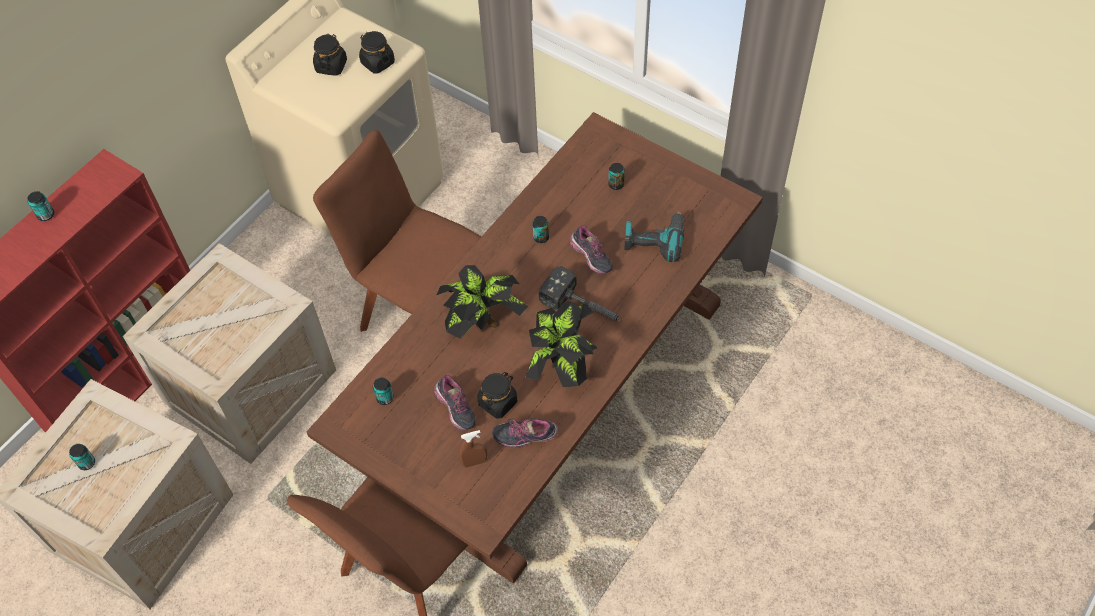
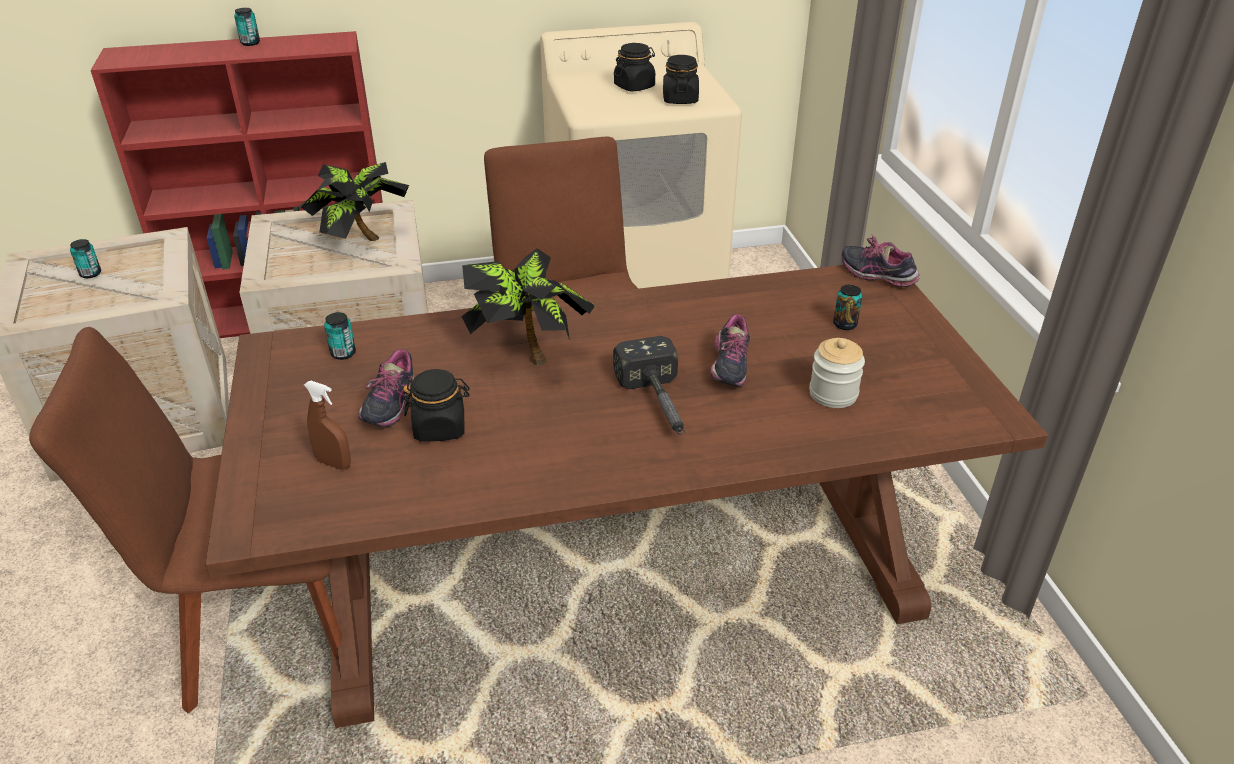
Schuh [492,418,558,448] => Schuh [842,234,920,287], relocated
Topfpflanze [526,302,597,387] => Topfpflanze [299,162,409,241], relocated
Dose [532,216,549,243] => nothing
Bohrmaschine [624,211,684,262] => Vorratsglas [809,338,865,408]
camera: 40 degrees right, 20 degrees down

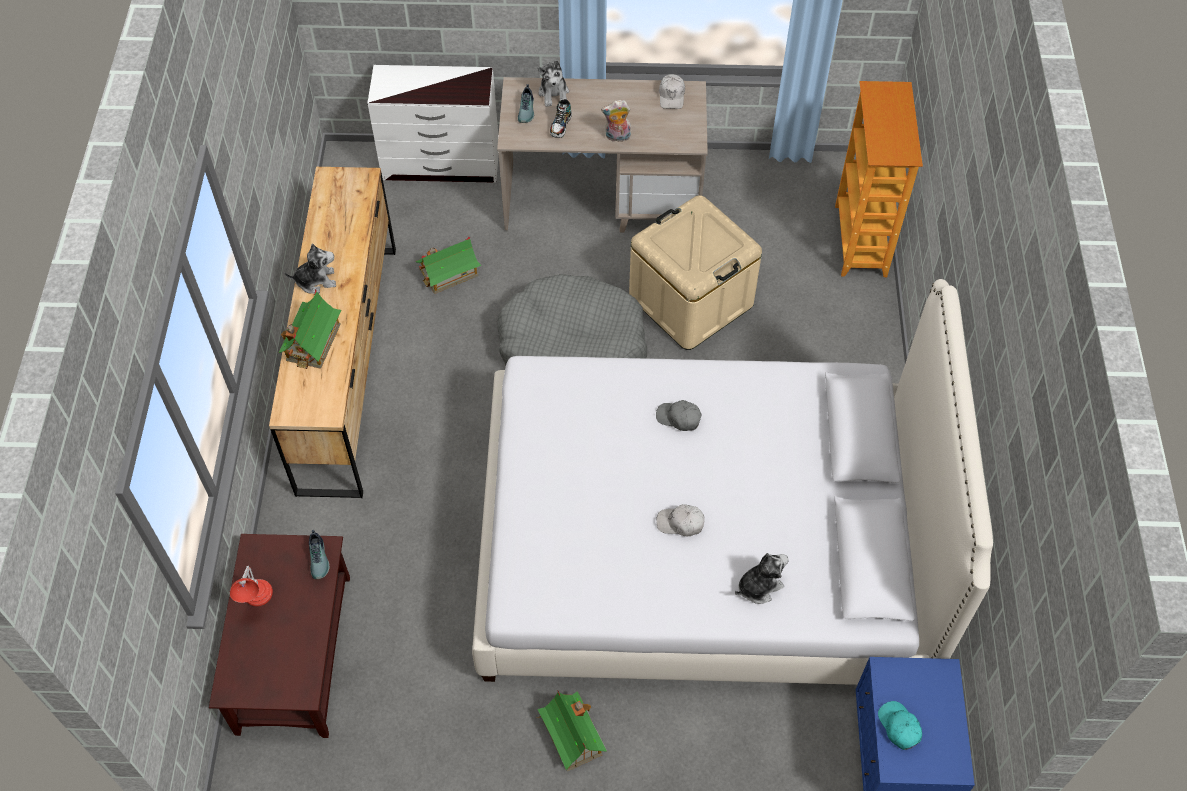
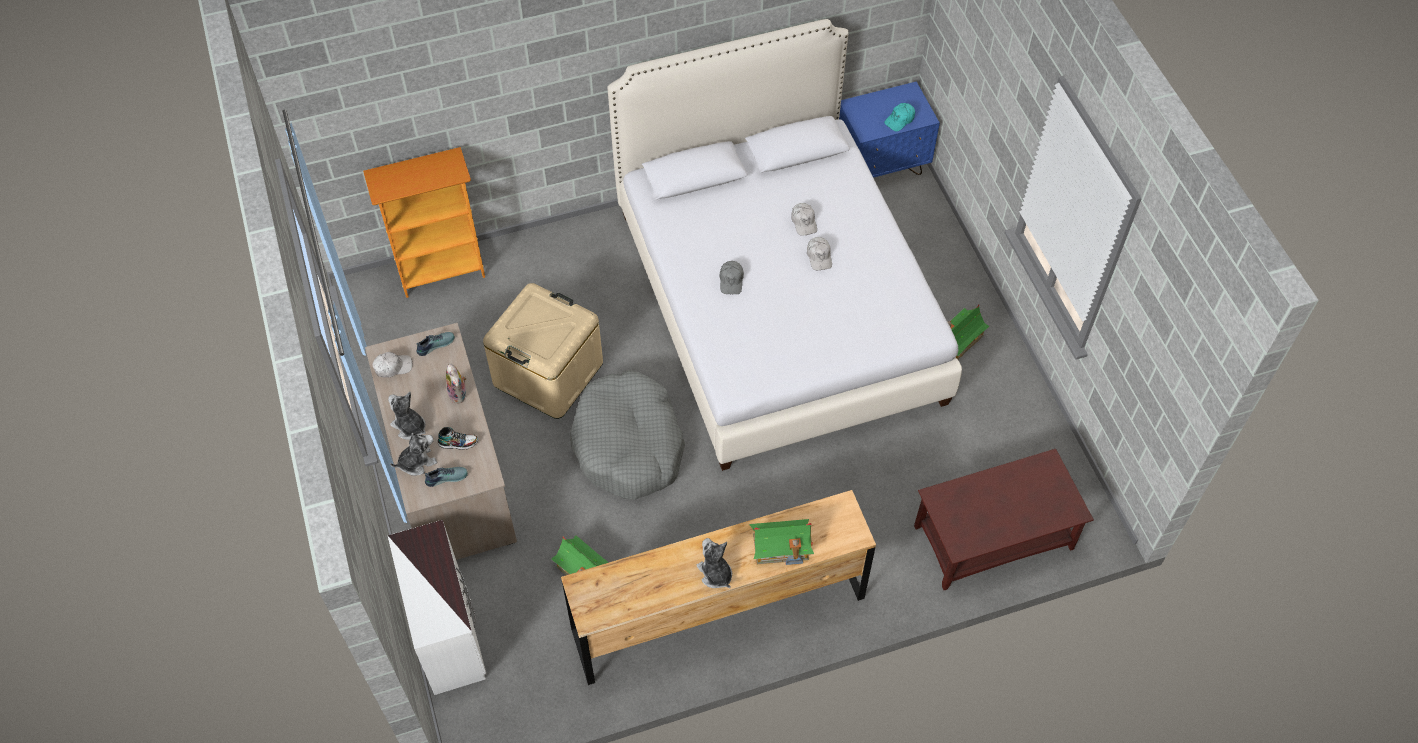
Tischlampe [rot] [230,566,273,606] => nothing
Schuh [309,530,330,579] => Schuh [416,332,455,356], relocated
Plüschtier [735,553,789,604] => Plüschtier [388,392,426,440], relocated
nothing => Kappe [weiß] [792,203,817,236]
camera: 110 degrees left, 0 degrees up

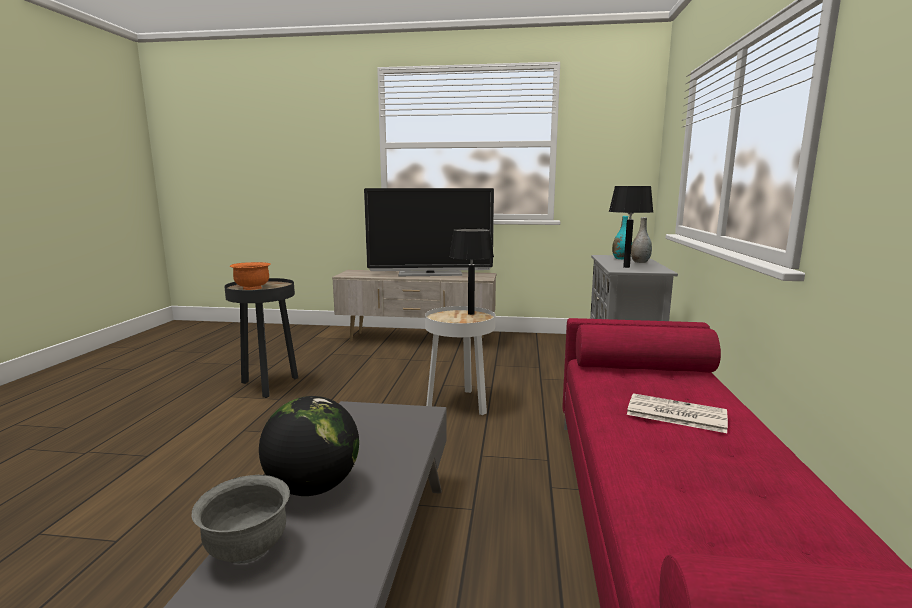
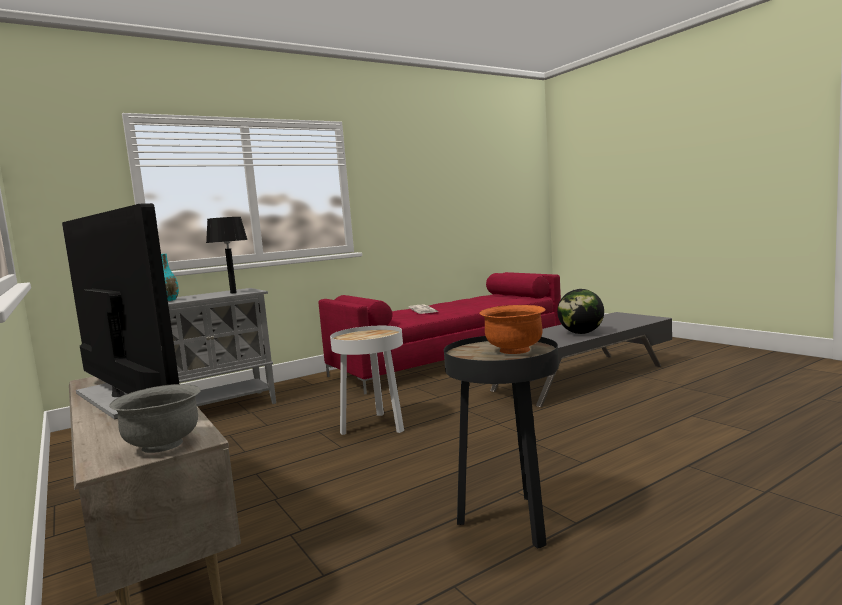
Schüssel [grau] [191,475,290,564] => Schüssel [grau] [109,384,201,453], relocated
Tischlampe [schwarz] [449,228,494,315] => nothing
Vase [grau] [631,217,652,263] => nothing
camera: 130 degrees left, 5 degrees down

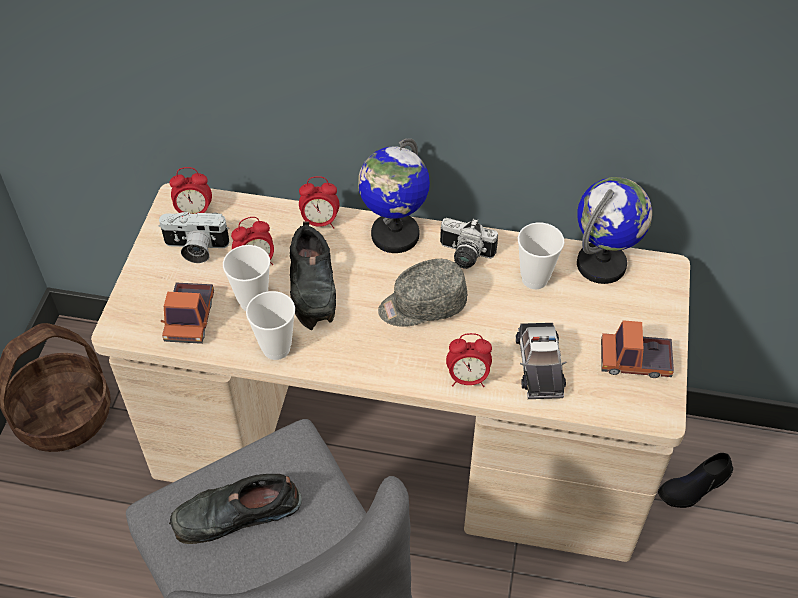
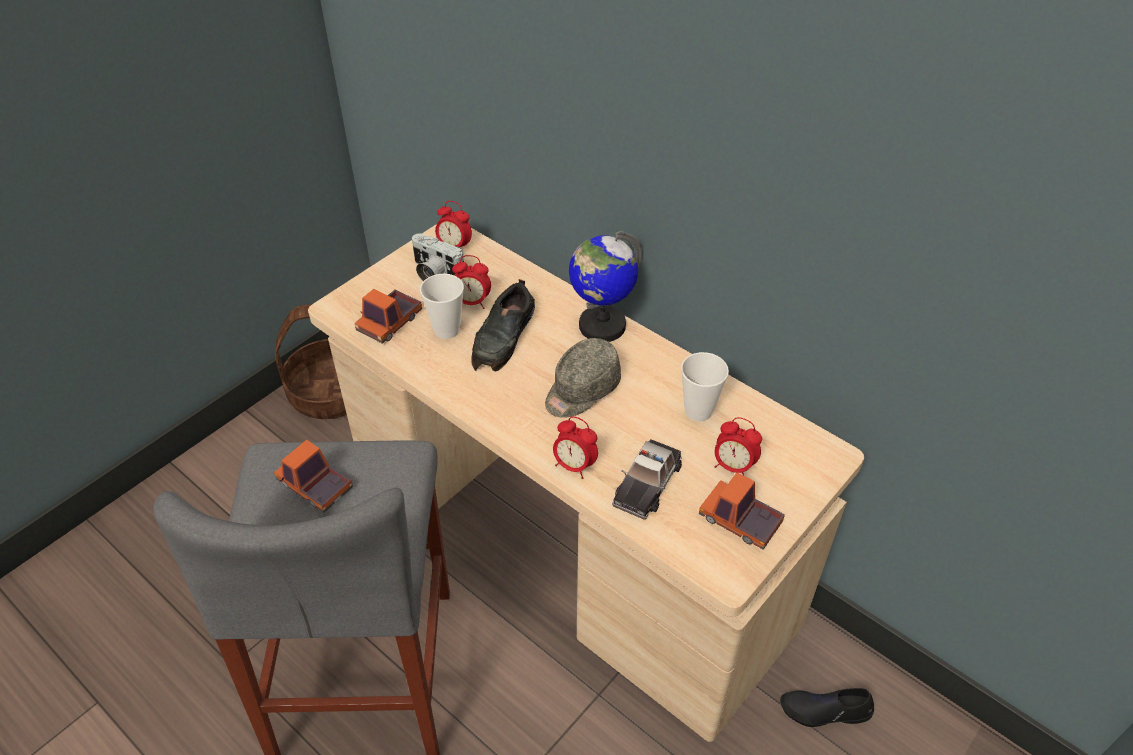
Schuh [schwarz] [169,474,302,544] => Spielzeuglaster [274,440,353,512]
Tasse [246,291,295,360] => nothing
Wecker [299,176,339,229] => Wecker [715,417,762,475], relocated
Kappe [grau] [378,259,467,327] => Kappe [grau] [545,338,621,418], 60 degrees counterclockwise
Kamera [440,218,498,269] => nothing
Globus [577,177,652,284] => nothing
camera: 30 degrees right, 5 degrees down

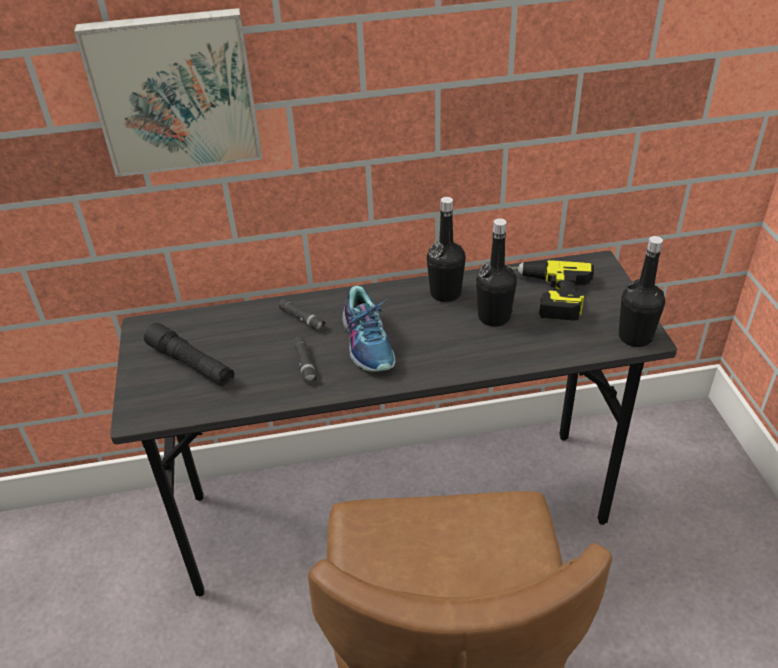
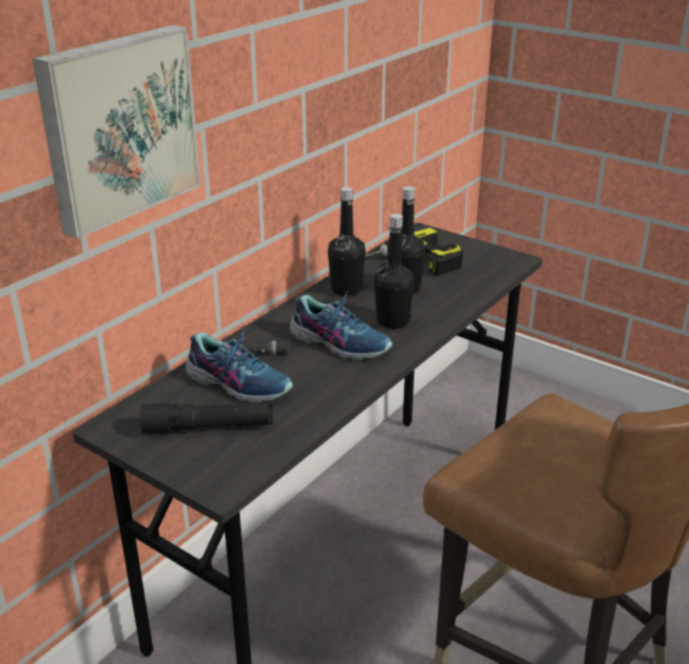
Taschenlampe [schwarz] [293,337,317,384] => nothing
Flasche [schwarz] [619,236,665,347] => Flasche [schwarz] [374,214,415,329], relocated
nothing => Schuh [185,328,293,403]
camera: 45 degrees left, 10 degrees down

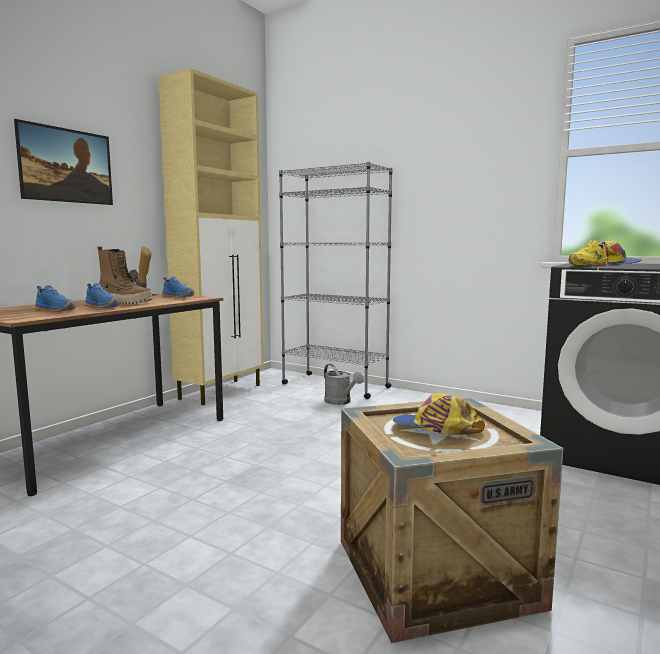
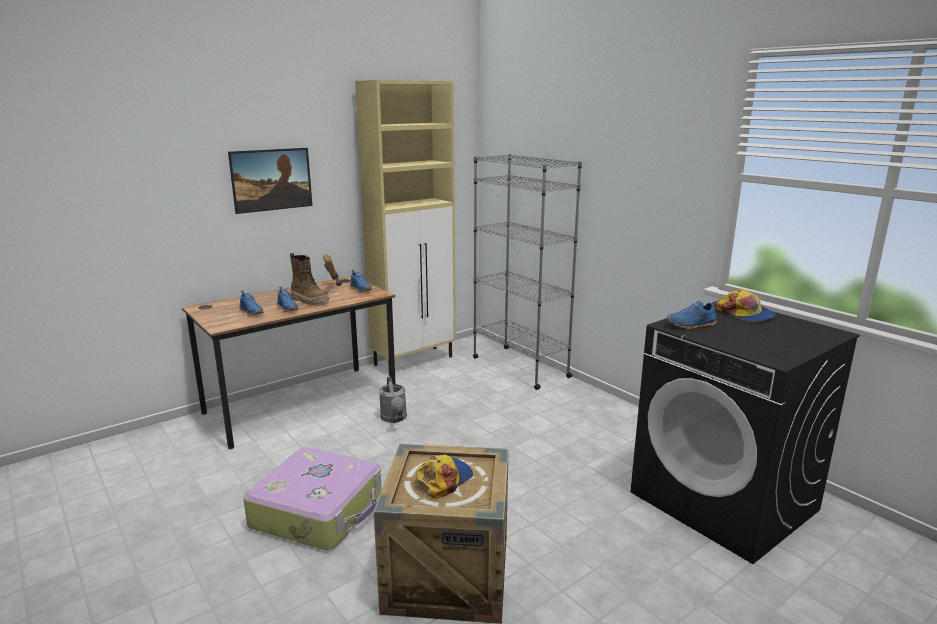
Gießkanne [grau] [324,364,364,405] => Gießkanne [grau] [379,377,407,423], relocated
Kappe [393,393,485,435] => Kappe [416,455,473,498], 75 degrees clockwise
Schuh [gelb] [568,240,607,266] => Schuh [blau] [666,301,718,329]
nothing => Koffer [243,447,382,550]
camera: 20 degrees right, 10 degrees up

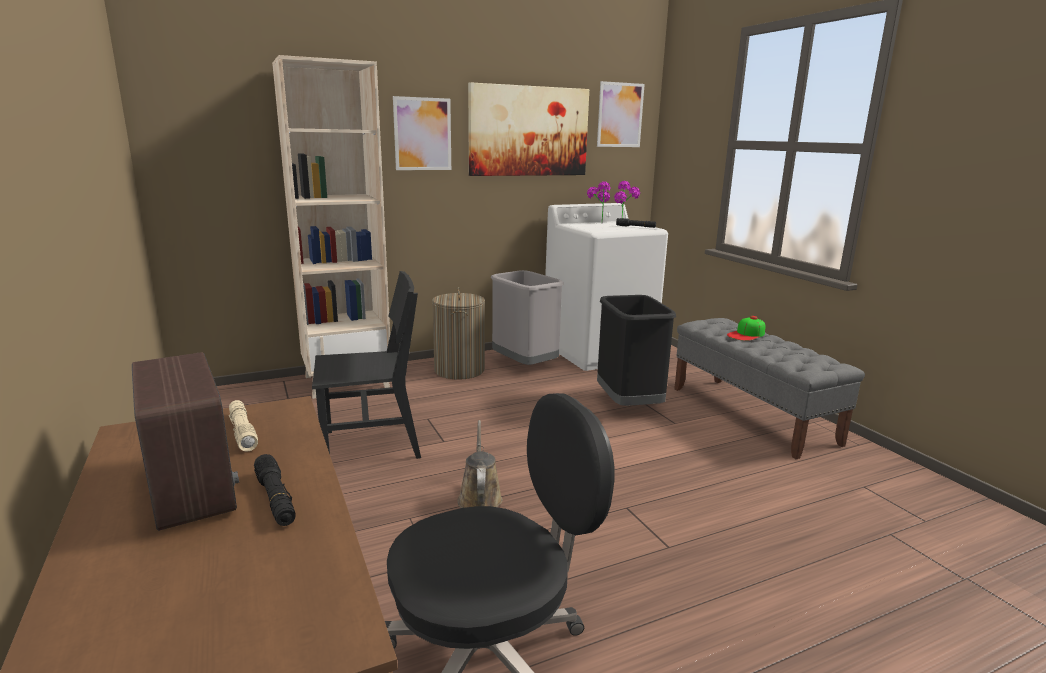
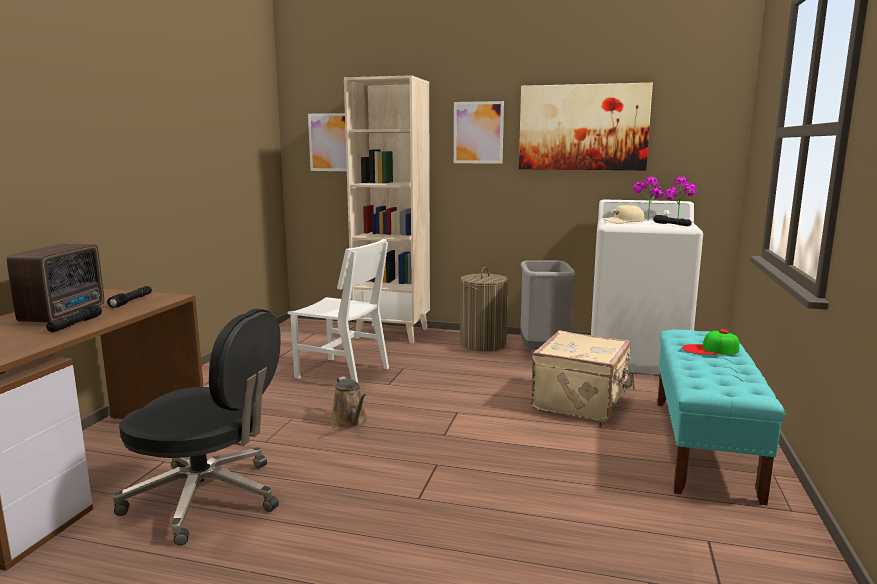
Taschenlampe [beige] [229,400,258,451] => Taschenlampe [schwarz] [107,286,152,308]
Stuhl [schwarz] [312,271,421,459] => Stuhl [weiß] [288,239,389,382]
Gießkanne [braun] [457,420,503,508] => Gießkanne [braun] [331,376,368,429], 120 degrees clockwise
Bild [597,81,645,147] => Bild [308,113,347,171], relocated
Mülleimer [schwarz] [597,295,676,406] => Koffer [beige] [531,330,632,423]
Bank [grau] [674,318,865,459] => Bank [türkis] [657,330,785,505]
nothing => Kappe [beige] [603,204,645,224]
camera: 40 degrees right, 5 degrees down

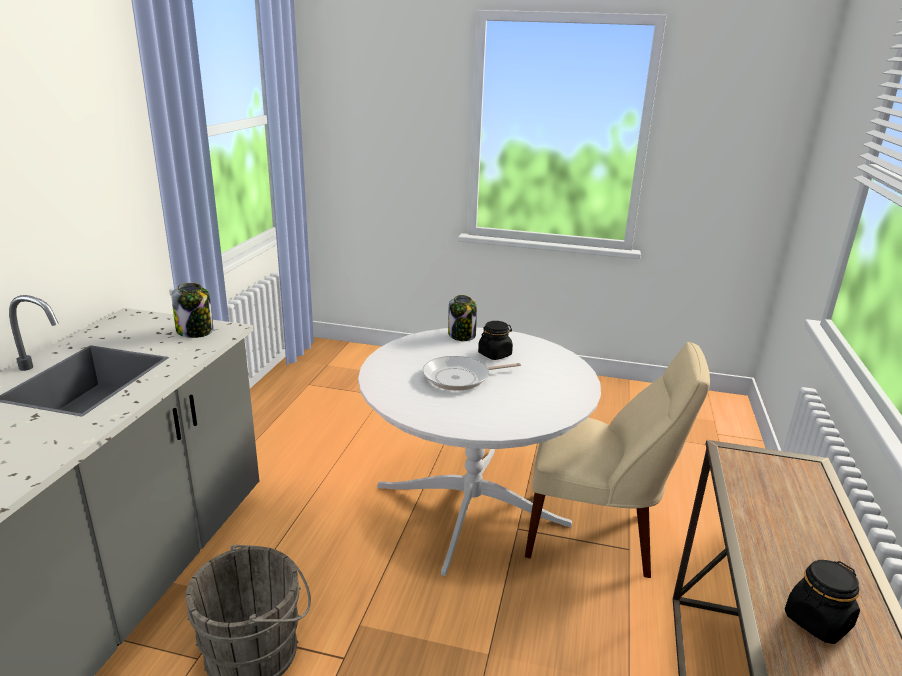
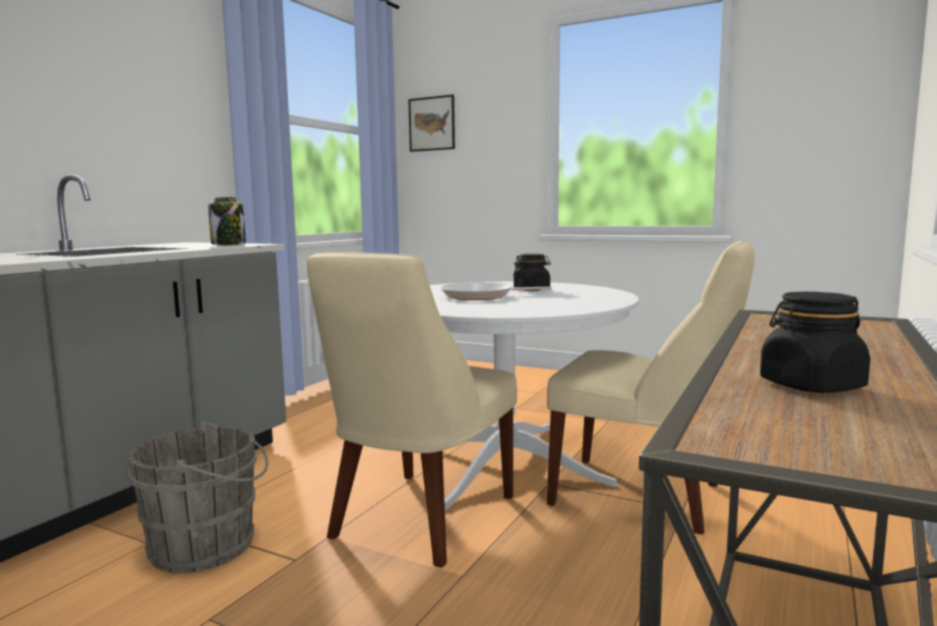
Vorratsglas [448,295,477,341] => nothing
nothing => Stuhl [beige] [307,253,517,568]
nothing => Bild [408,94,455,152]
camera: 15 degrees right, 15 degrees down

